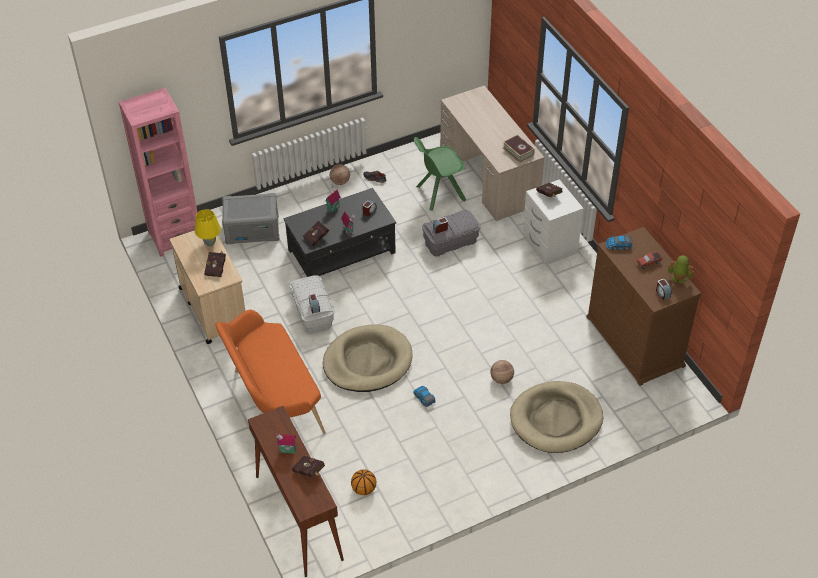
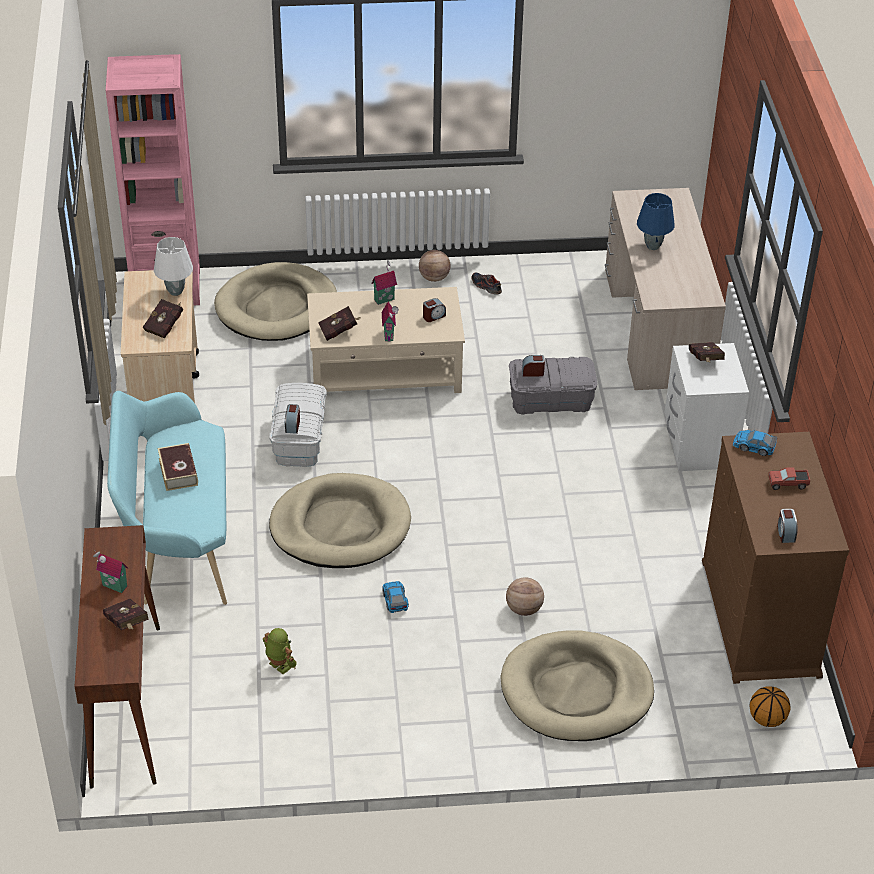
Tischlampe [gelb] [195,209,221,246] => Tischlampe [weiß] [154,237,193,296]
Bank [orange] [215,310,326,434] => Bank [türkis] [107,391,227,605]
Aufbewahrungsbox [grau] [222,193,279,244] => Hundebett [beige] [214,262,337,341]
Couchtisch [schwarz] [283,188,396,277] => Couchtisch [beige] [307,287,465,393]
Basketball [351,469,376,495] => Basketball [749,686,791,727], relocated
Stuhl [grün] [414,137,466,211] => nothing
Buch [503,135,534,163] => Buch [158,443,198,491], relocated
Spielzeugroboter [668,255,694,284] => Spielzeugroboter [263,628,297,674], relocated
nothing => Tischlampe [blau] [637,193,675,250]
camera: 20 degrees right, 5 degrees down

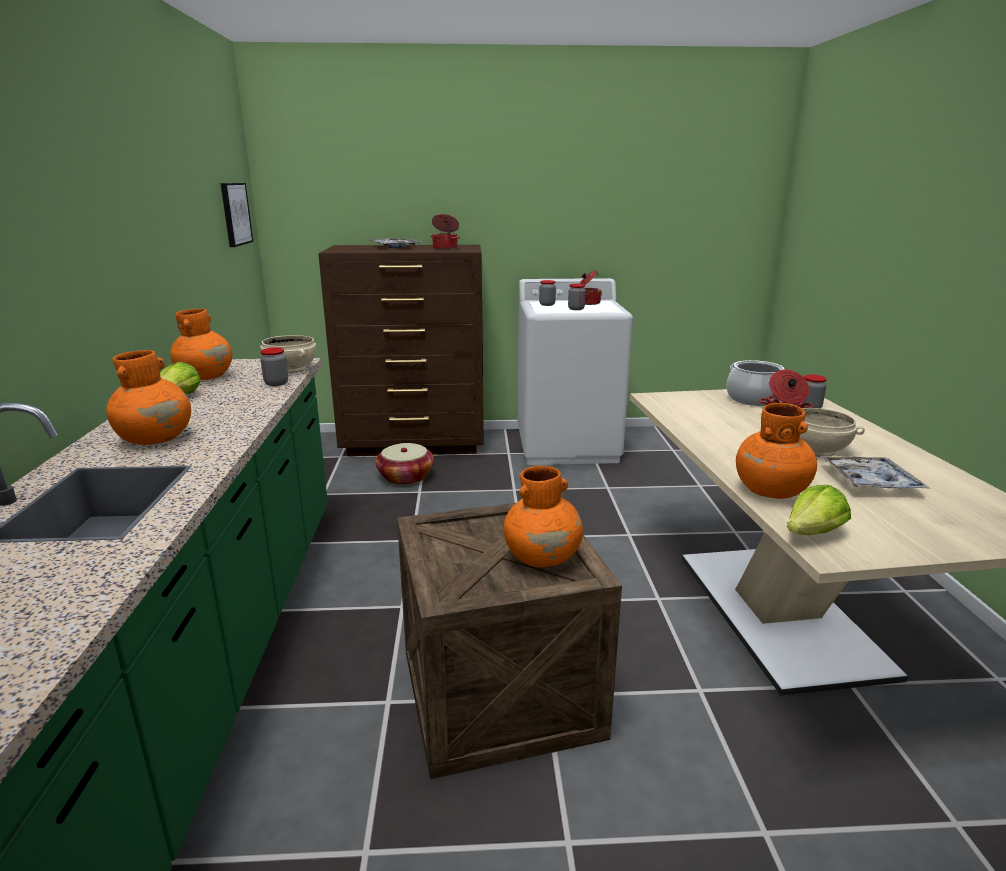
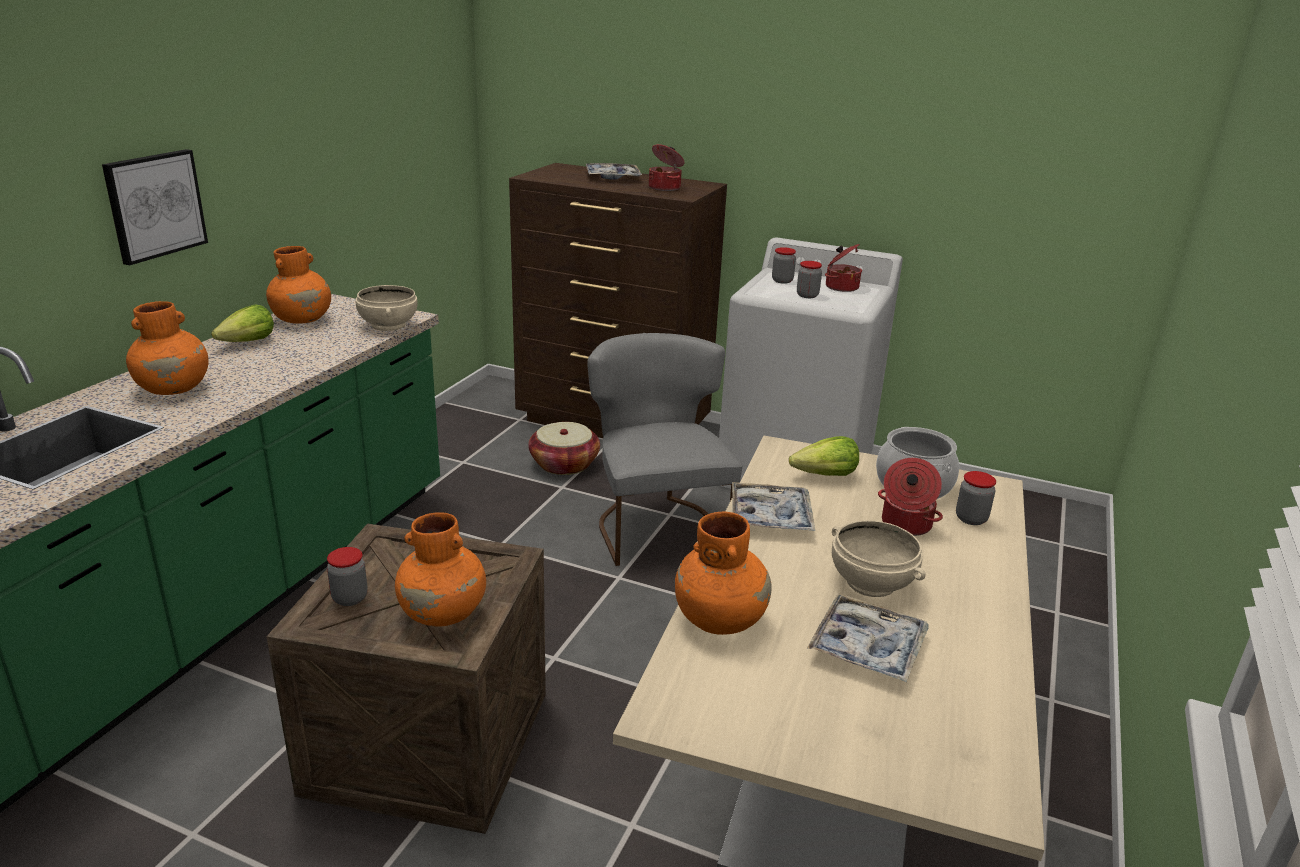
Bild [220,183,253,247] => Bild [102,149,208,265], relocated
Vorratsglas [260,348,288,386] => Vorratsglas [327,547,368,606], relocated
Salatkopf [787,485,851,535] => Salatkopf [789,436,859,476], relocated
nothing => Stuhl [grau] [587,333,742,566]
nothing => Tablett [732,482,815,531]
camera: 25 degrees right, 5 degrees up

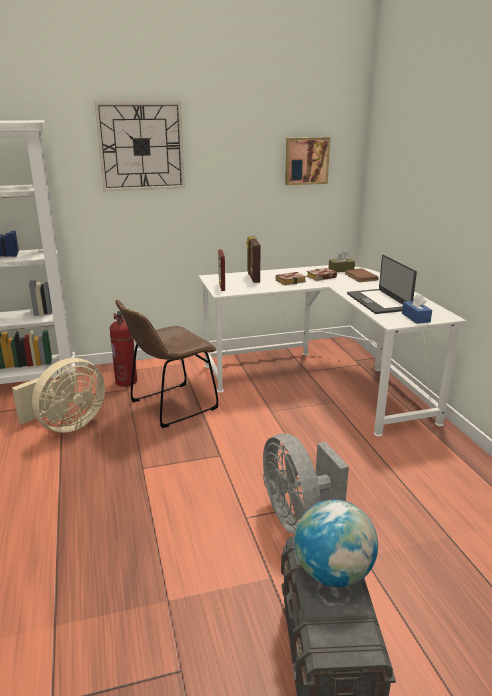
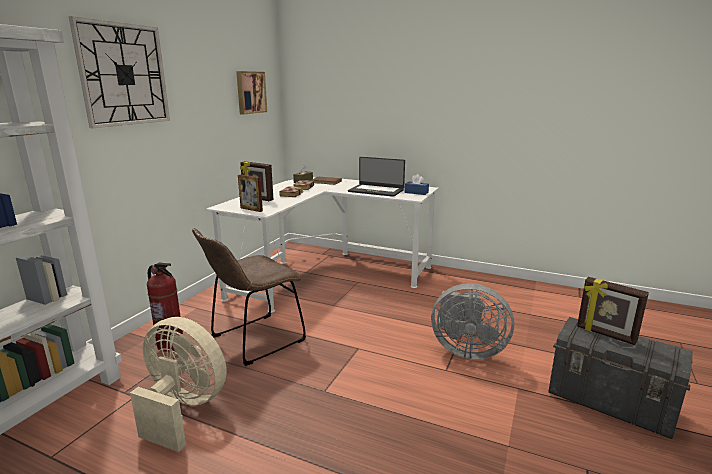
Ventilator [beige] [12,358,105,433] => Ventilator [beige] [130,317,227,452], 60 degrees counterclockwise
Stuhl [braun] [115,300,218,428] => Stuhl [braun] [192,228,306,366], 45 degrees clockwise
Globus [294,500,378,587] => Bilderrahmen [577,277,649,345]
camera: 50 degrees left, 5 degrees down

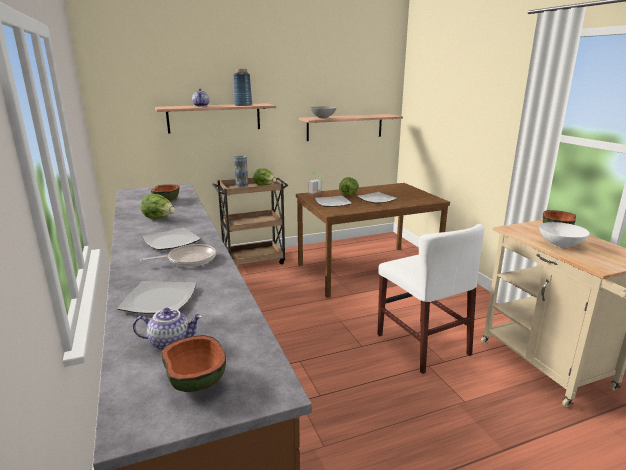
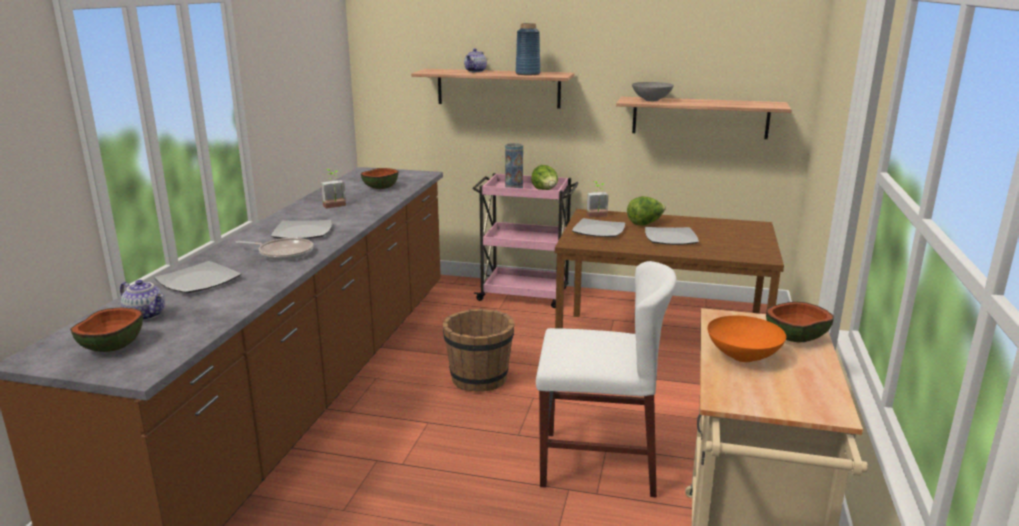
Salatkopf [140,194,175,219] => Topfpflanze [321,169,346,209]
Rollwagen [braun] [212,178,288,265] => Rollwagen [rosa] [473,173,579,308]
Stuhl [weiß] [378,224,485,374] => Stuhl [weiß] [536,261,677,497], 90 degrees counterclockwise
Schüssel [weiß] [539,222,590,248] => Schüssel [orange] [707,316,786,362]
nothing => Eimer [braun] [443,309,515,392]
camera: 35 degrees right, 0 degrees up

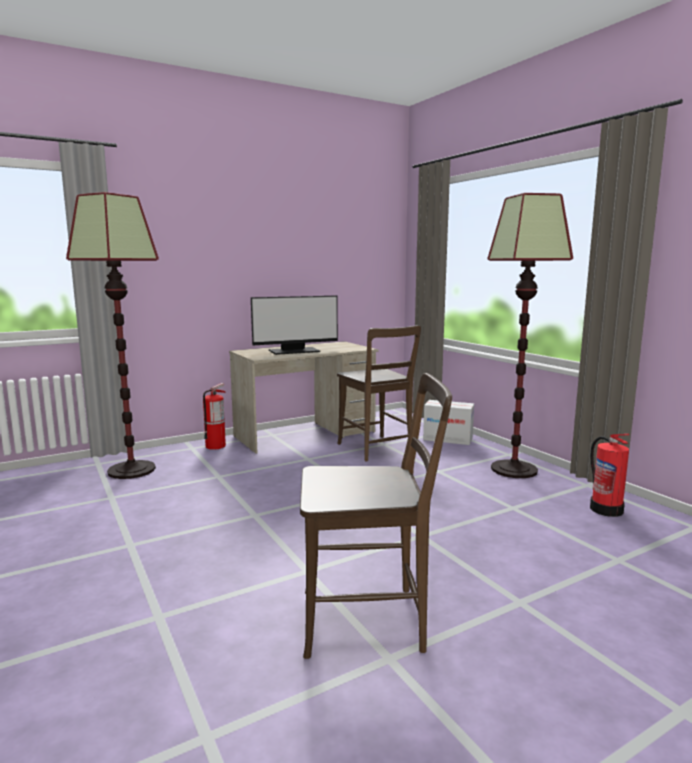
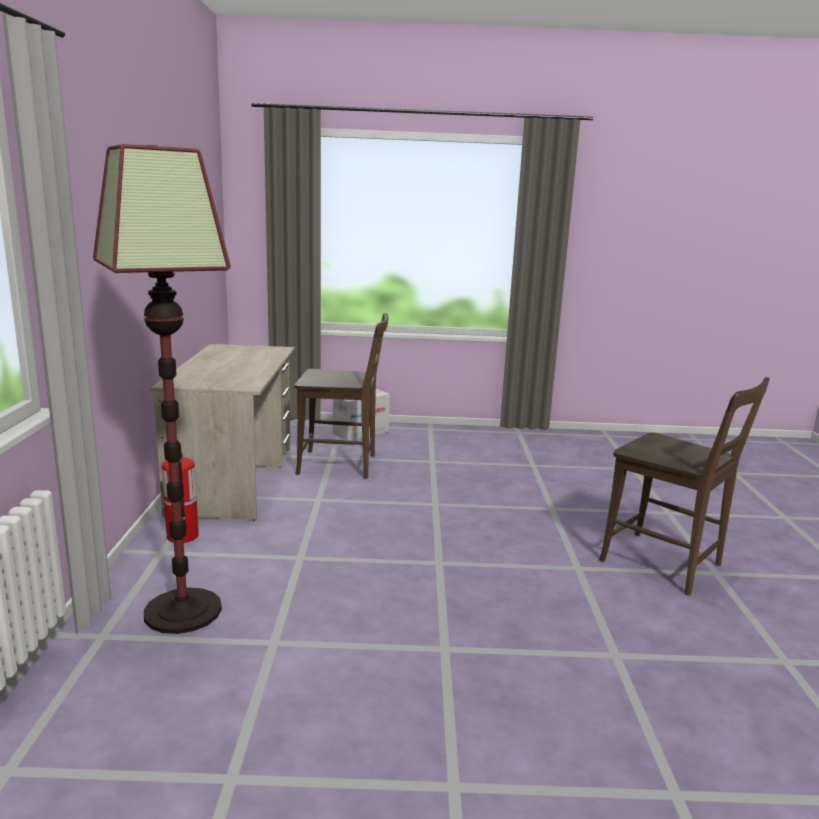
Monitor [251,295,338,355] => nothing
Stuhl [braun] [300,373,452,659] => Stuhl [braun] [599,377,770,595], 105 degrees clockwise
Stehlampe [488,193,573,478] => nothing
Feuerlöscher [590,434,629,517] => nothing
camera: 60 degrees left, 5 degrees up

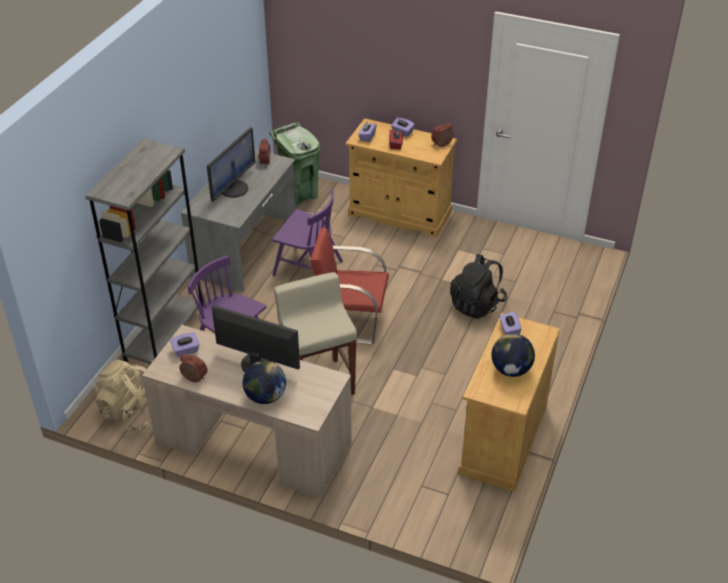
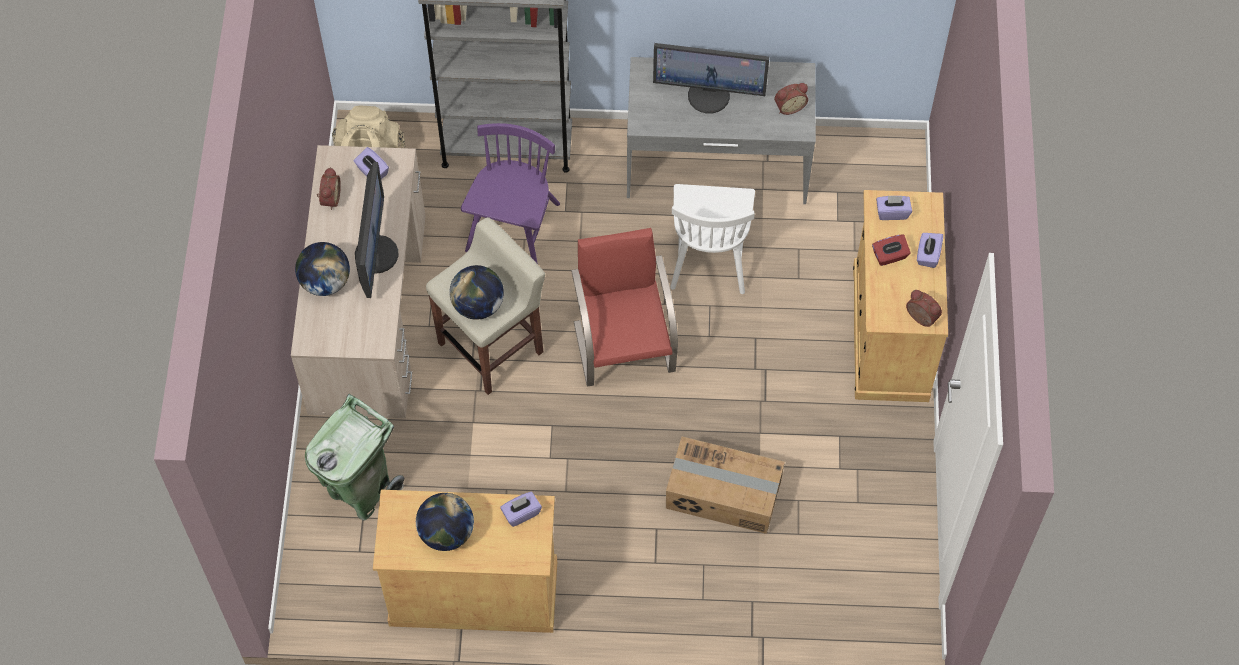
Mülleimer [grün] [269,122,321,206] => Mülleimer [grün] [305,394,404,521], relocated
Stuhl [lila] [272,188,343,276] => Stuhl [weiß] [670,184,755,294]
Rucksack [schwarz] [450,254,508,319] => Karton [666,437,785,534]
nothing => Globus [449,265,504,320]
camera: 70 degrees right, 20 degrees up

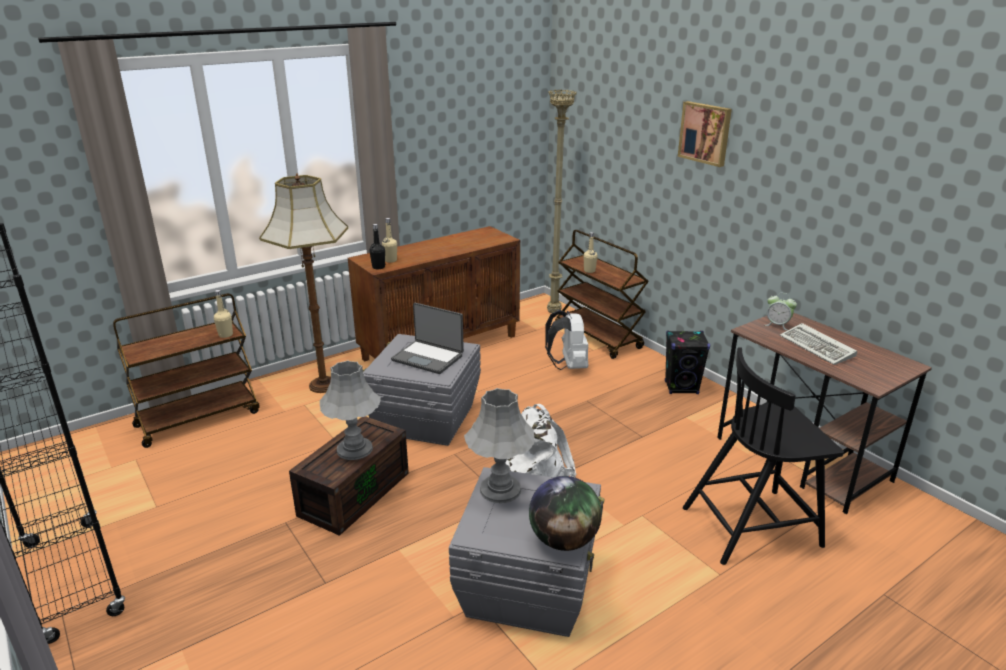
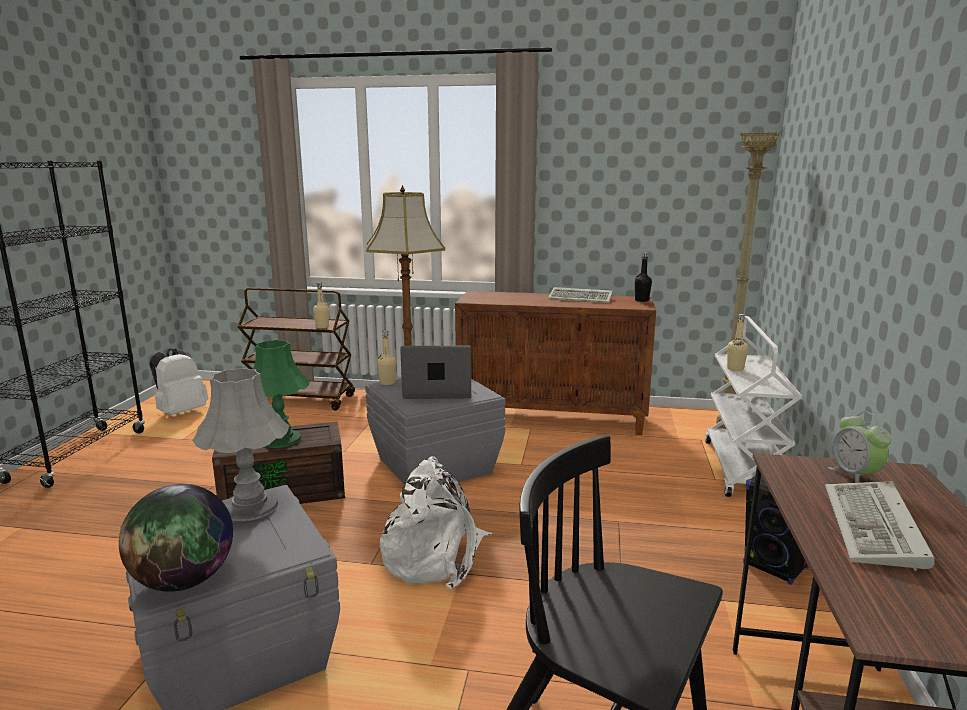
Tischlampe [grau] [320,360,381,460] => Tischlampe [grün] [253,340,310,448]
Flasche [schwarz] [369,224,385,269] => Flasche [schwarz] [635,252,652,302], relocated
Flasche [beige] [382,218,397,263] => Flasche [beige] [377,330,396,385], relocated
Laptop [391,303,464,374] => Laptop [400,345,471,399], 105 degrees clockwise
Rucksack [weiß] [545,310,588,370] => Rucksack [weiß] [149,348,208,415], relocated
Rollwagen [braun] [555,230,649,359] => Rollwagen [weiß] [705,316,803,497]
Bild [678,101,732,167] => nothing
nothing => Tastatur [548,287,613,303]
camera: 45 degrees right, 10 degrees down

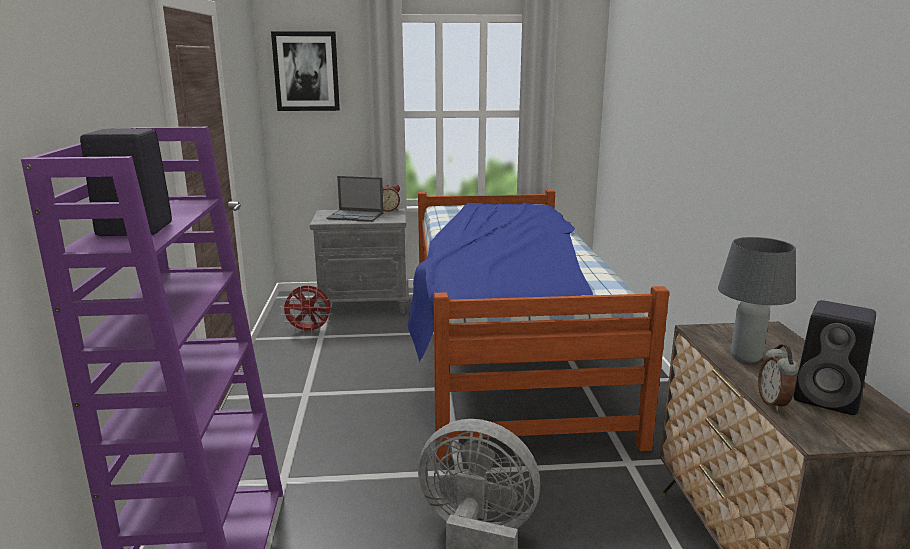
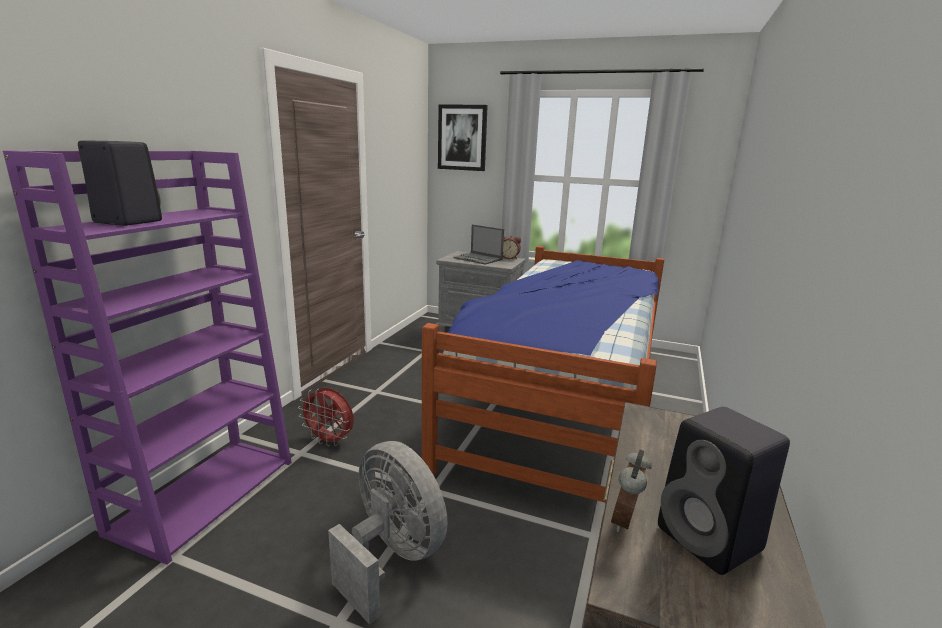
Ventilator [rot] [281,286,332,334] => Ventilator [rot] [298,388,354,447], relocated
Tischlampe [grau] [718,237,796,363] => nothing
camera: 25 degrees right, 0 degrees up

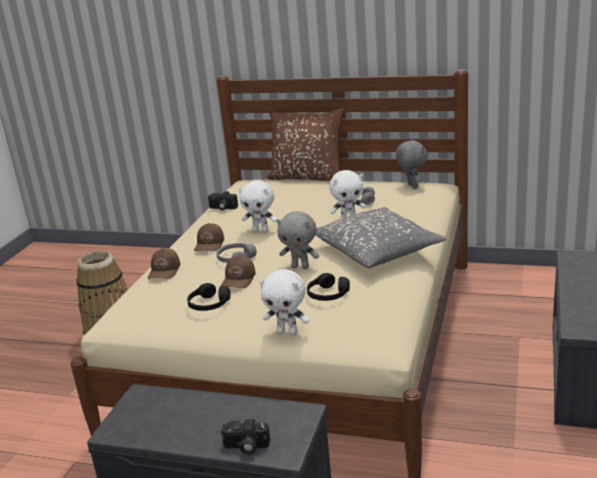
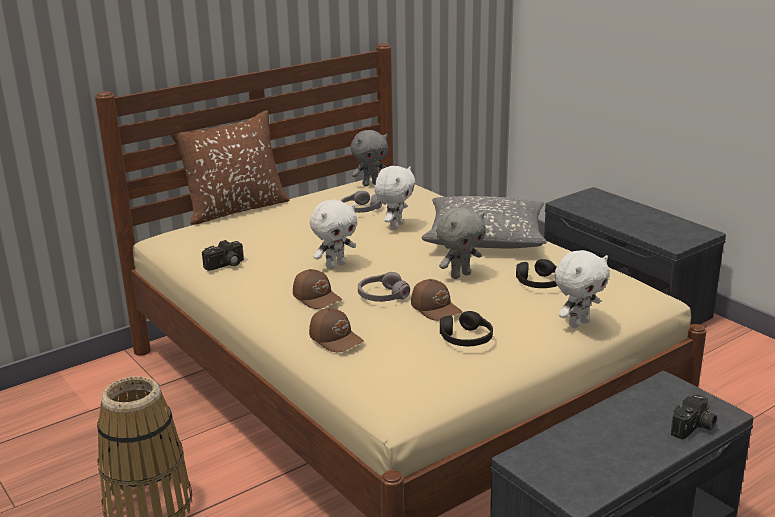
Plüschtier [grau] [396,139,427,189] => Plüschtier [grau] [351,130,388,186], 135 degrees clockwise
camera: 55 degrees left, 0 degrees up

